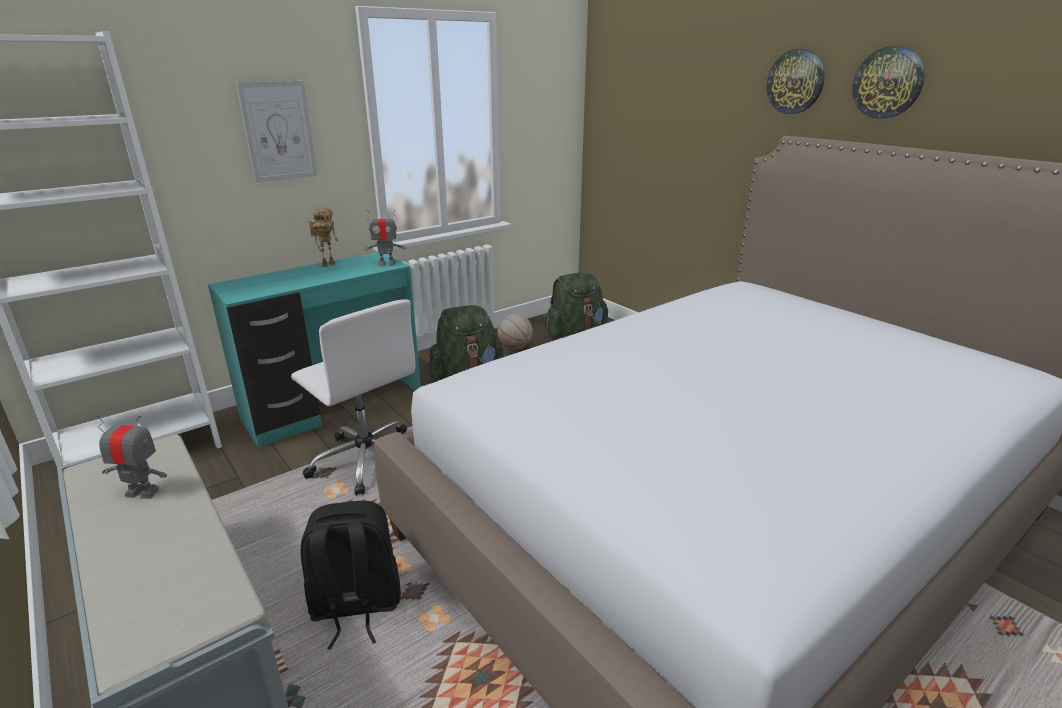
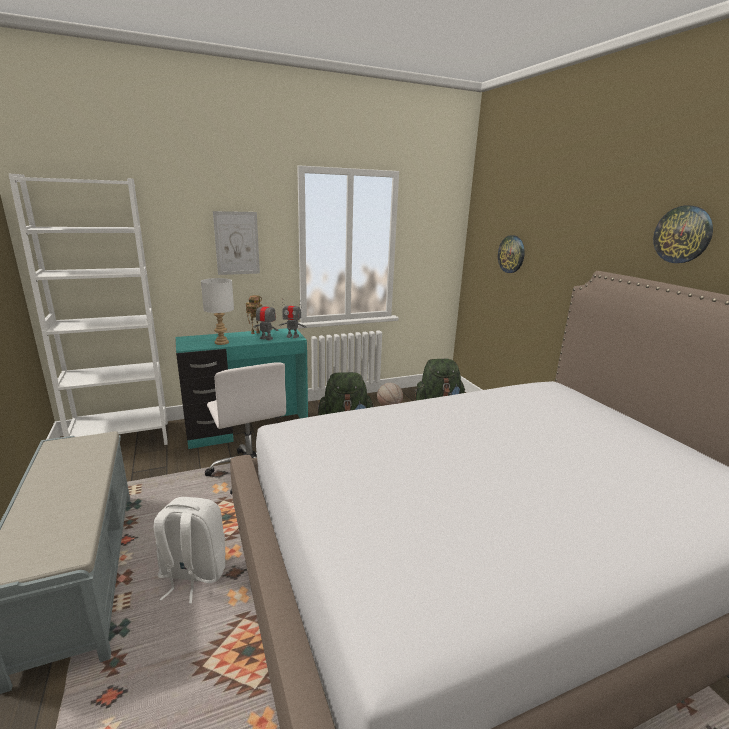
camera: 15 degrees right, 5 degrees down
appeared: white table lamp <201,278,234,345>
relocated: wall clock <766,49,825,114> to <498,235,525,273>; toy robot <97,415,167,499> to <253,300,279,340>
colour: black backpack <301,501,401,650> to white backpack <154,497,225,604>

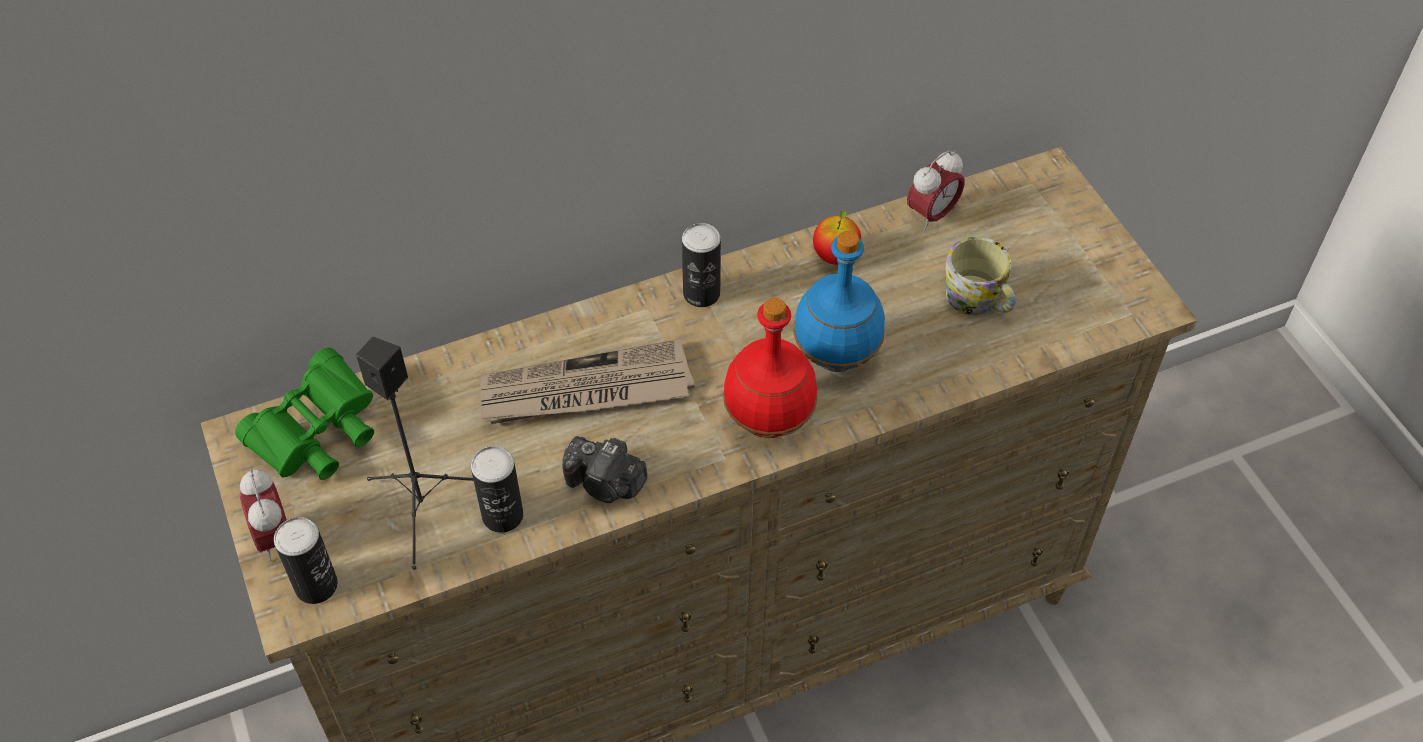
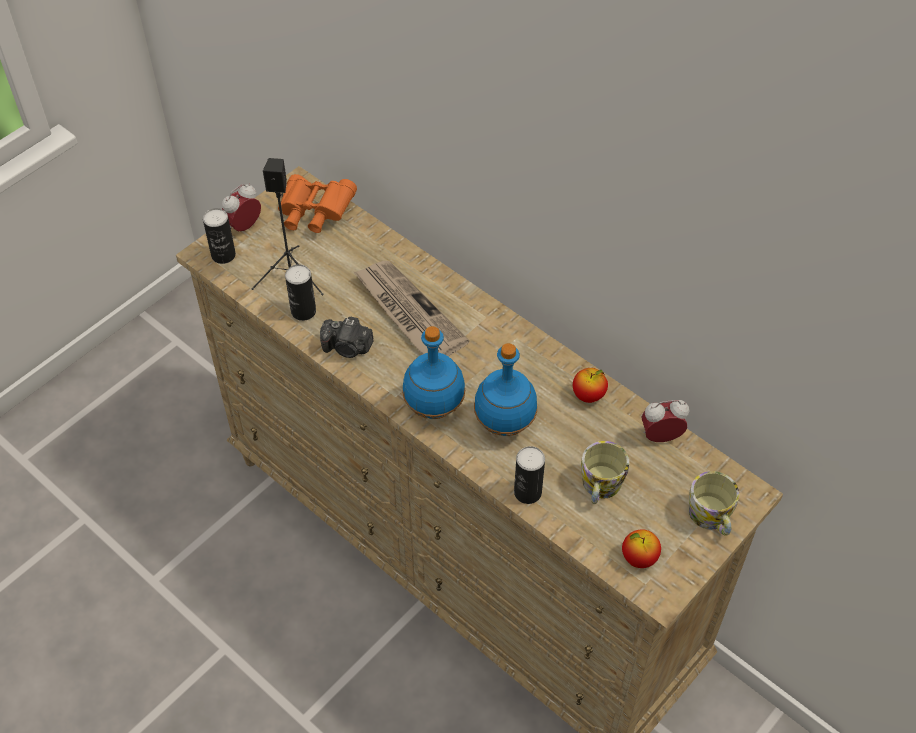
camera: 65 degrees right, 0 degrees up
appeared: mug <689,471,739,536>; apple <622,529,661,568>
relocated: can <682,223,721,307> to <514,446,545,504>
colour: red bottle <723,298,817,438> to blue bottle <402,326,465,419>; green binoculars <235,348,374,480> to orange binoculars <278,174,357,233>
spun: alarm clock <907,150,964,231> = <641,400,689,442> 150 degrees clockwise; photo camera <562,436,647,503> = <320,316,373,358> 75 degrees counterclockwise

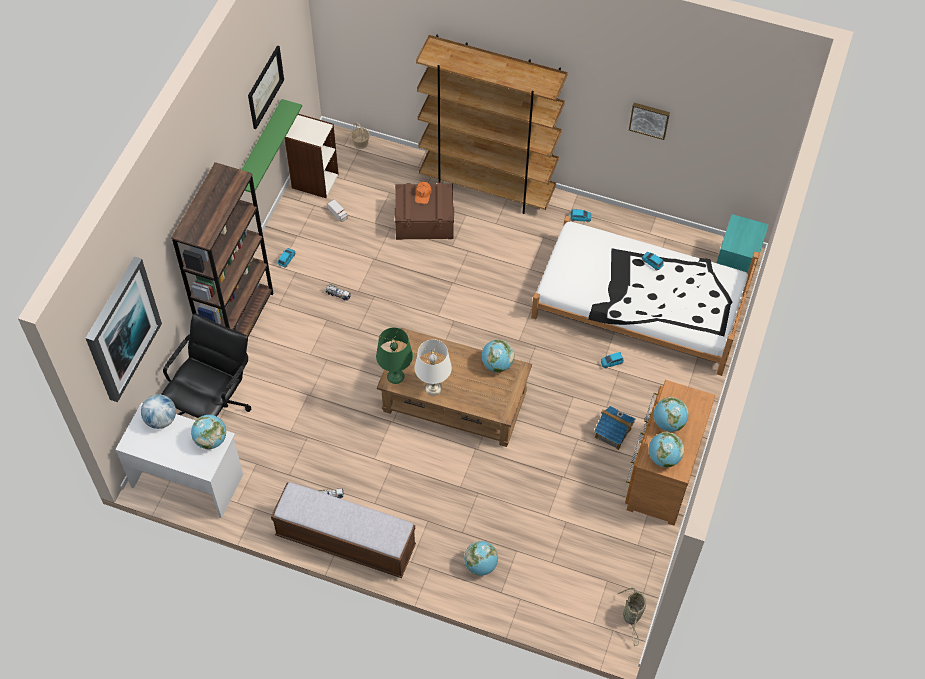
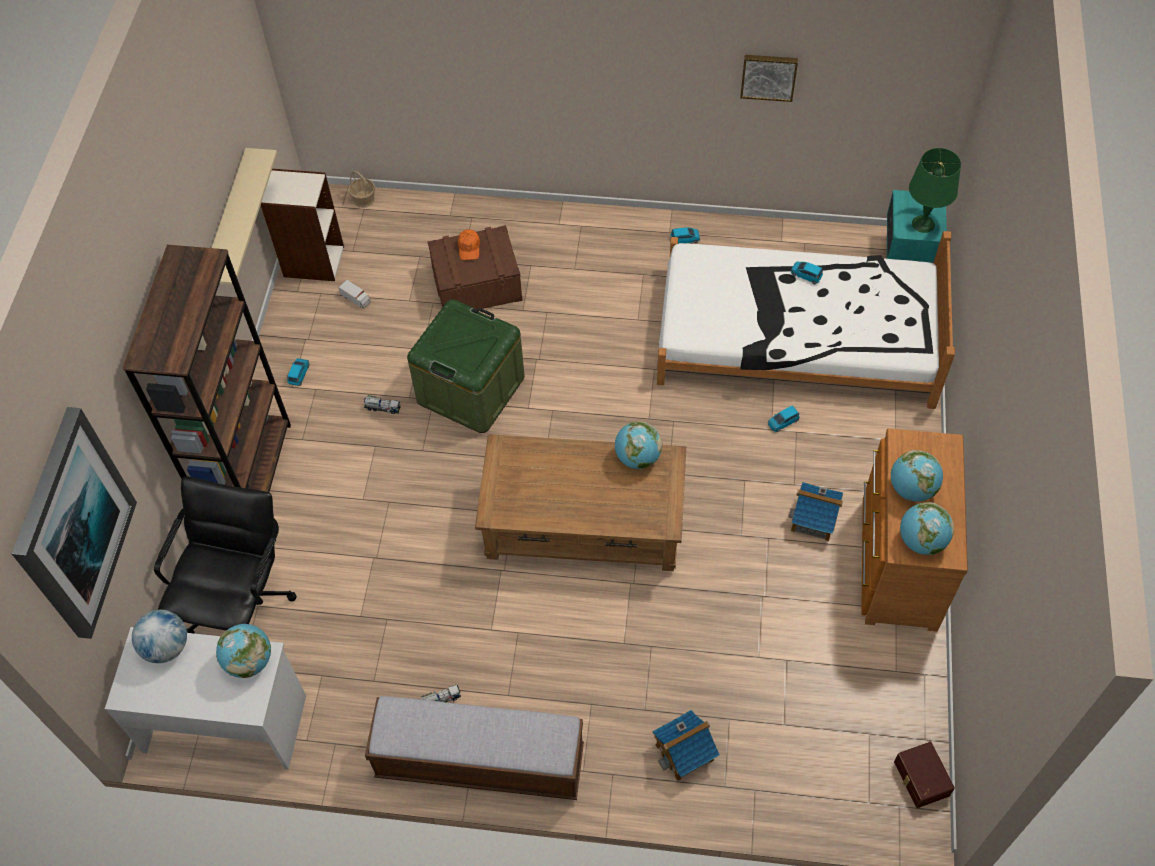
camera: 10 degrees left, 0 degrees up
missing: brown bookcase <416,34,568,214>; picture <248,46,284,129>; white table lamp <415,339,452,396>
appeared: green storage box <407,300,525,433>
relocated: green table lamp <376,328,413,384> to <909,148,961,233>
exchanged: globe <464,541,498,576> to toy house <652,710,720,781>; basket <618,587,646,646> to brown storage box <894,742,955,808>
colour: green shelf <242,99,302,192> to beige shelf <212,148,277,285>

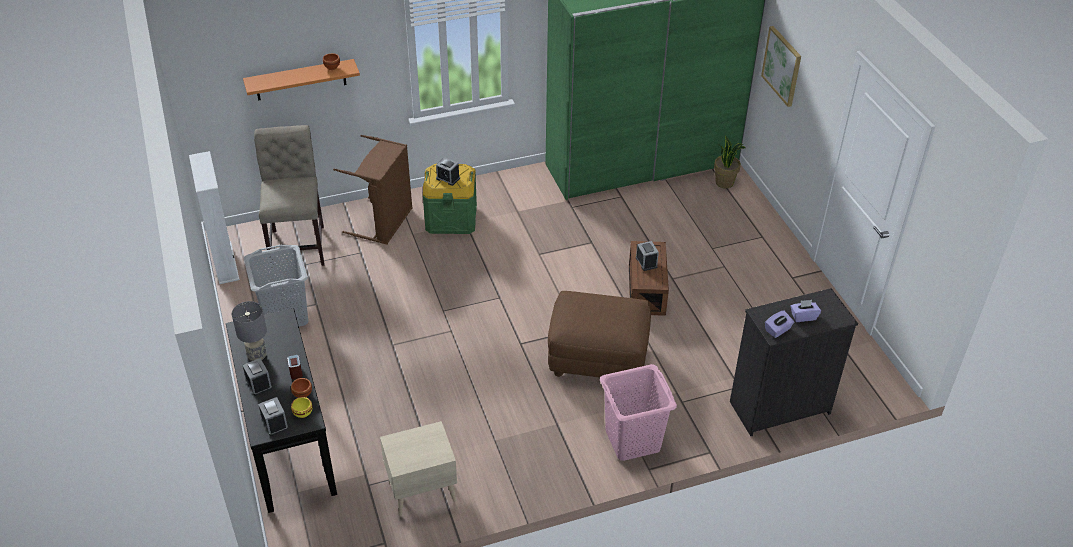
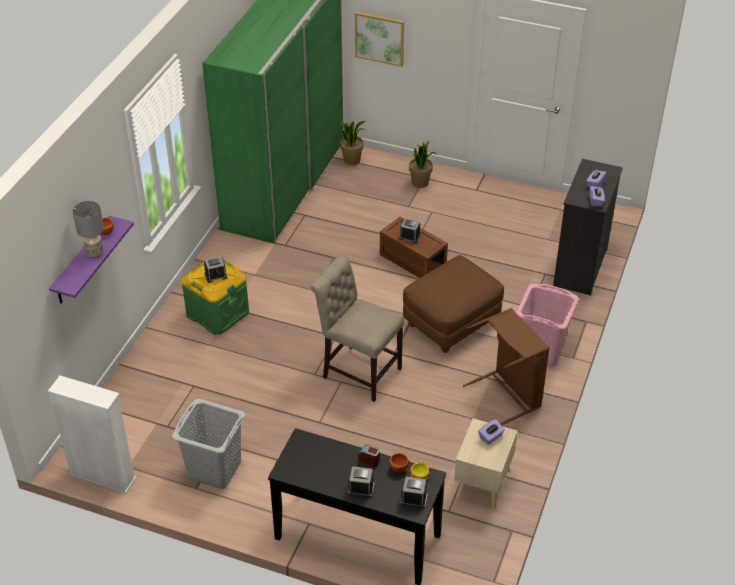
camera: 50 degrees left, 0 degrees up
appeared: potted plant <409,140,437,188>; purple tissue box <478,419,505,445>
relocated: beige chair <254,125,324,266> to <311,255,404,402>; brown laundry basket <333,135,412,245> to <463,308,550,425>; grey table lamp <232,301,267,361> to <72,201,104,258>
colour: orange shelf <243,59,360,101> to purple shelf <49,216,134,303>

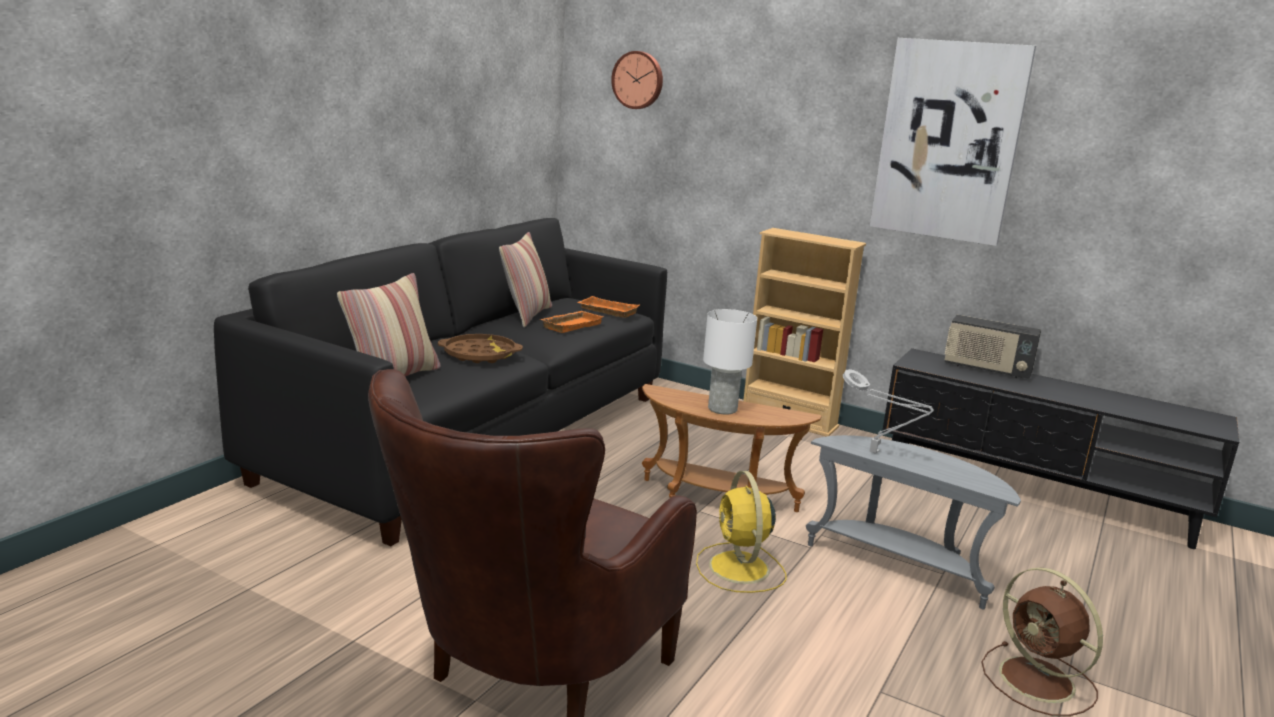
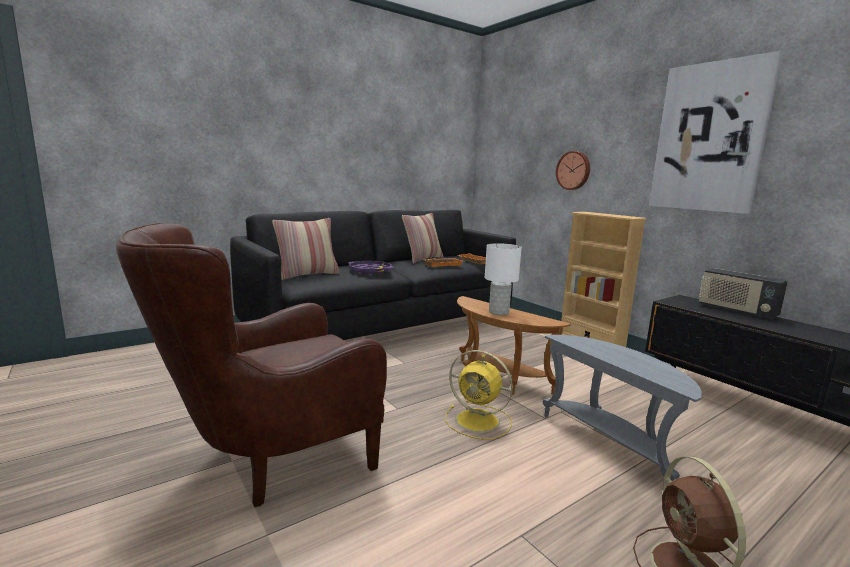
camera: 25 degrees right, 5 degrees down
missing: grey table lamp <843,369,934,454>
relocated: wall clock <611,51,663,109> to <556,151,590,190>
colour: brown tray <438,334,523,363> to purple tray <348,261,394,275>
spun: yellow fan <696,471,787,593> = <445,350,513,440> 75 degrees counterclockwise

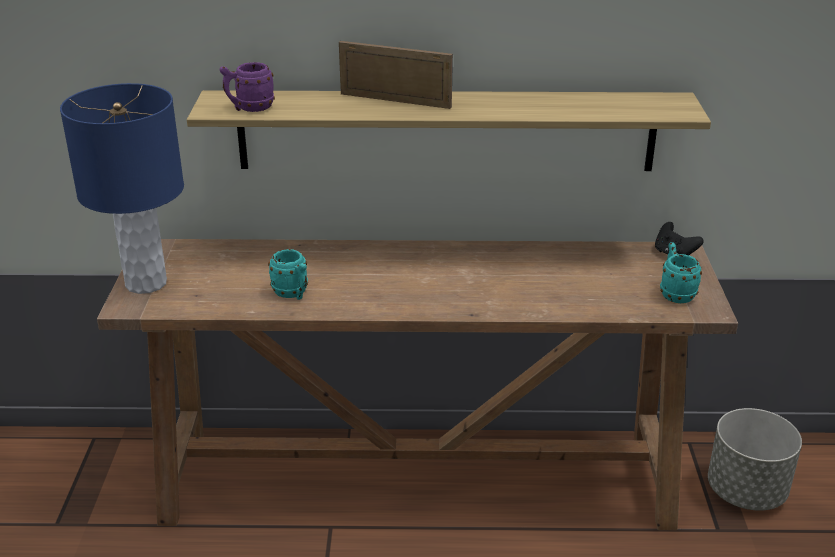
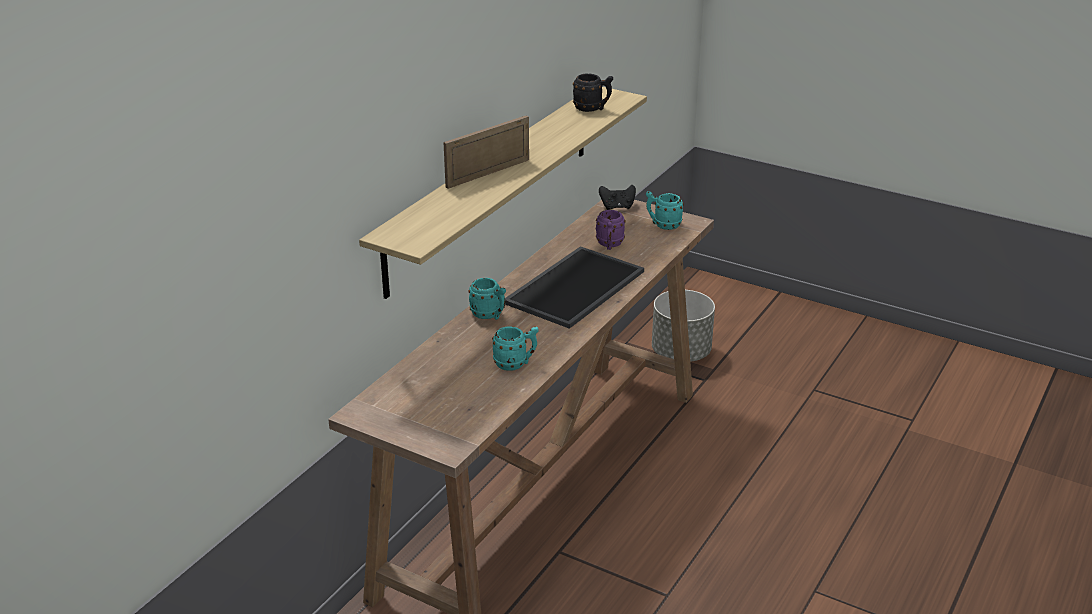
camera: 60 degrees left, 0 degrees up
missing: blue table lamp <60,83,184,294>
appeared: black mug <573,73,613,112>; tray <505,246,644,329>; turquoise mug <468,278,506,320>
relocated: purple mug <219,62,275,112> to <596,210,626,250>

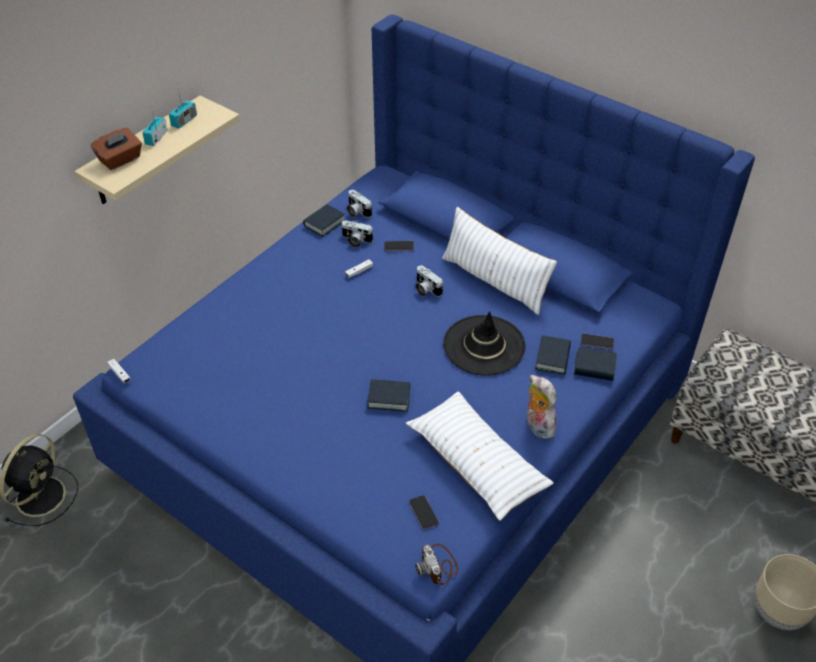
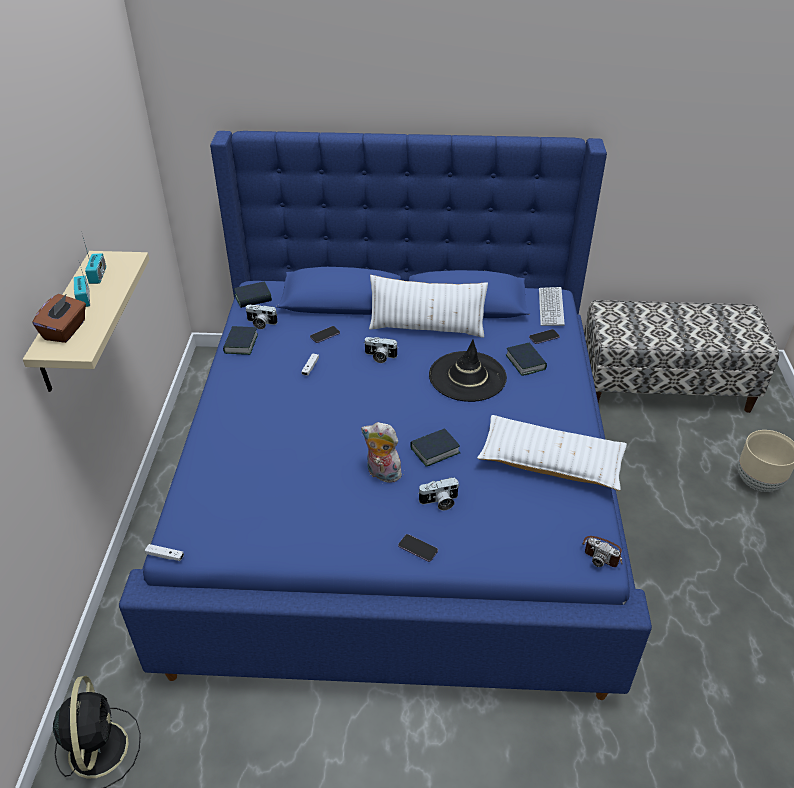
camera: 35 degrees left, 5 degrees down
appeared: keyboard <539,287,565,326>
relocated: photo camera <341,220,373,247> to <418,477,460,511>; book <574,347,617,381> to <234,281,272,308>; plush toy <527,375,557,439> to <361,422,402,483>; phone <409,495,439,530> to <398,534,438,562>

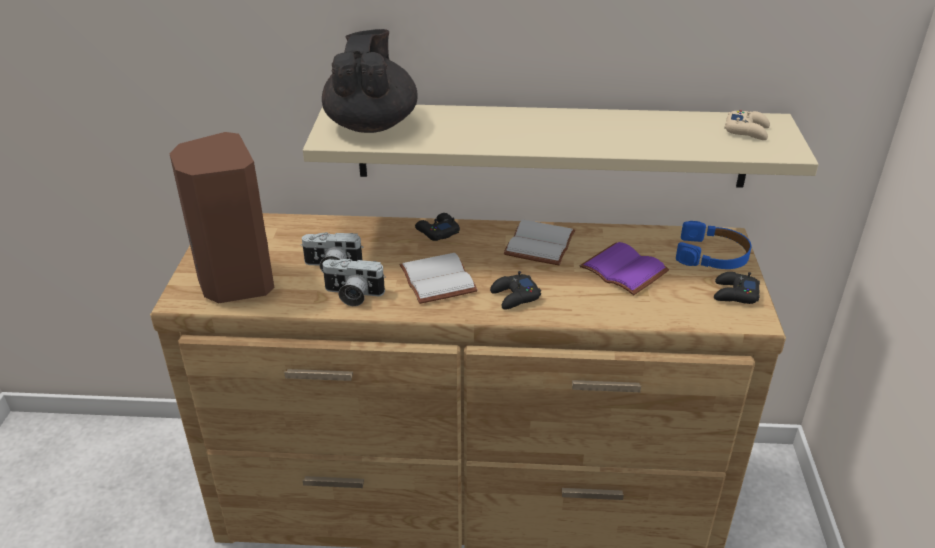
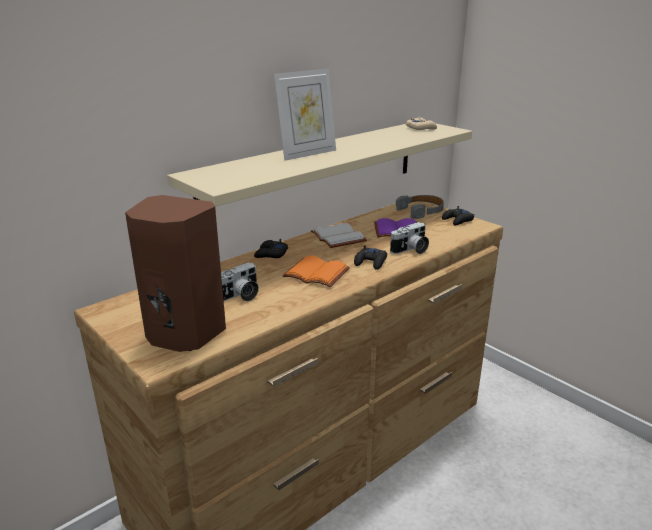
camera: 45 degrees left, 10 degrees down
missing: black teapot <322,29,418,133>
appeared: picture frame <274,68,336,161>
relocated: photo camera <321,259,386,306> to <390,222,429,254>
colour: blue headphones <676,221,752,269> to grey headphones <396,195,444,219>; white book <399,253,477,304> to orange book <282,256,350,287>

